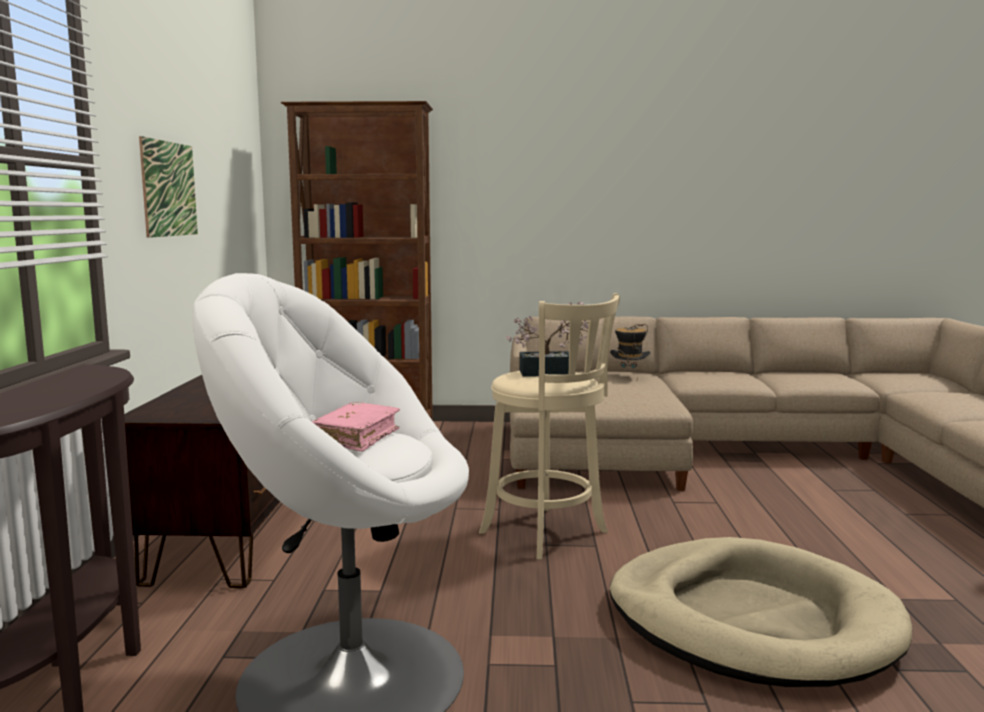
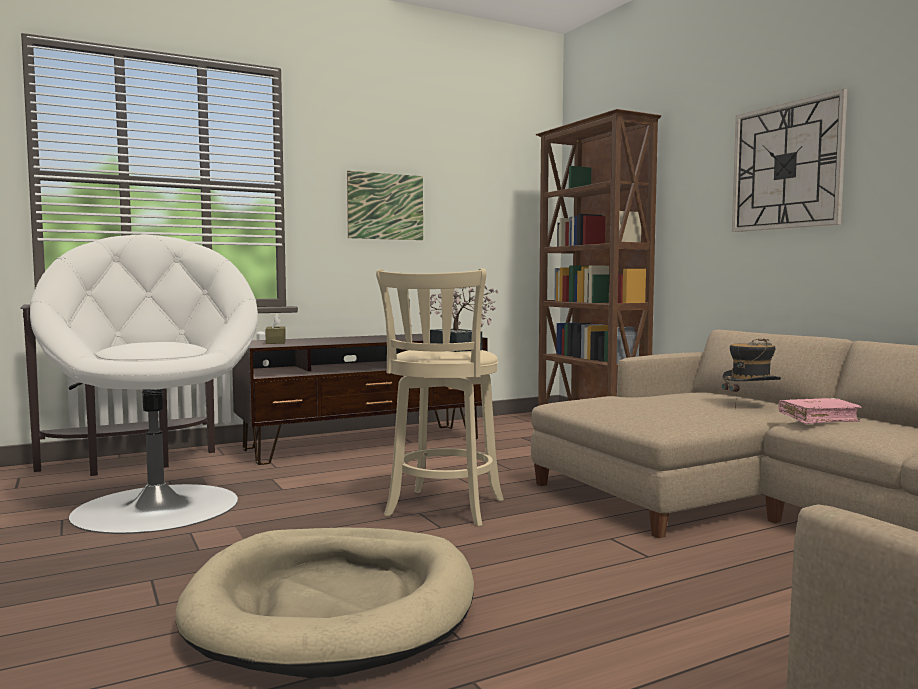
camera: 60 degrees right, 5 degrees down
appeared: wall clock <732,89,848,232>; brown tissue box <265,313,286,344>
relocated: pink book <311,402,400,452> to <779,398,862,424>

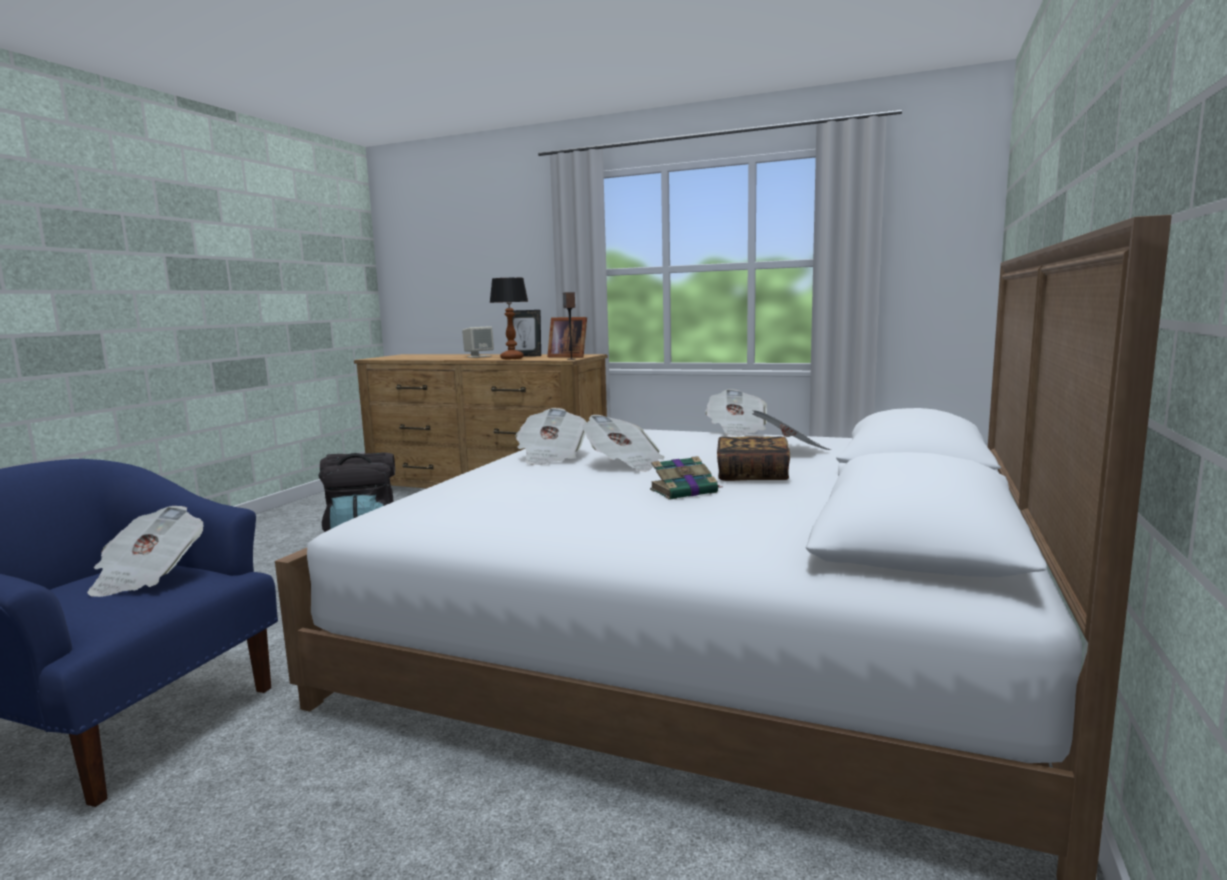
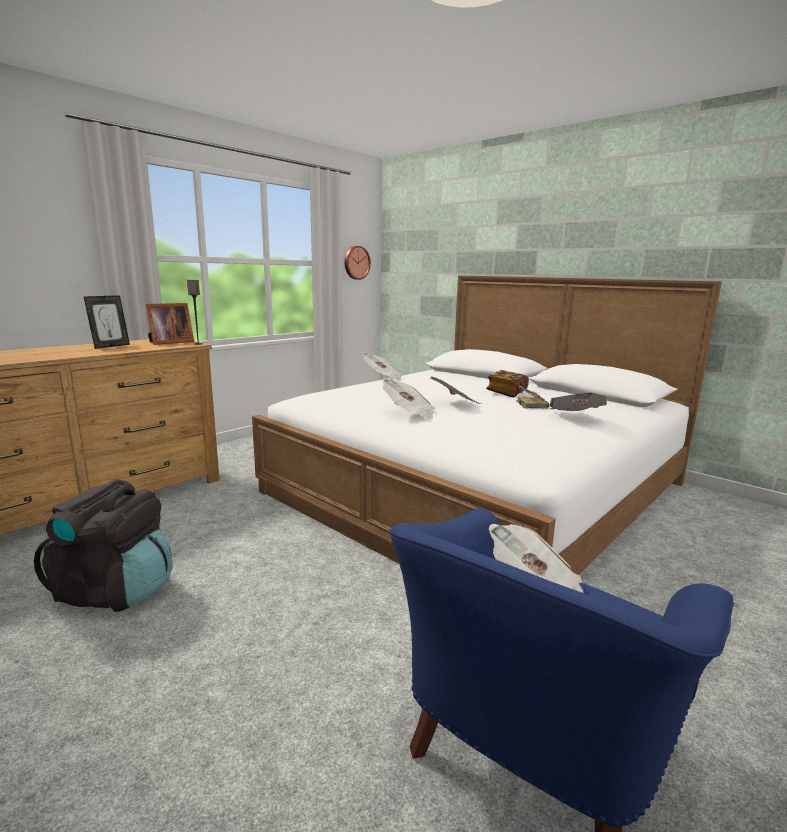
camera: 70 degrees left, 5 degrees up
missing: table lamp <490,278,528,359>; beige speaker <462,326,494,358>
appeared: wall clock <344,246,371,280>
relocated: newspaper <752,410,831,450> to <549,393,607,411>

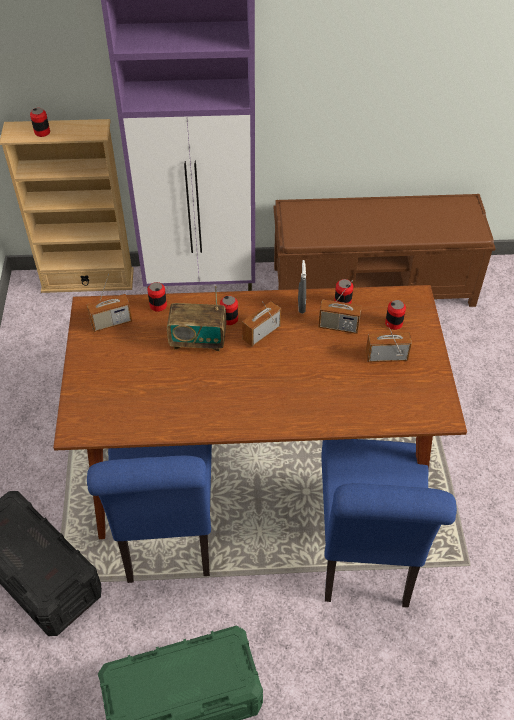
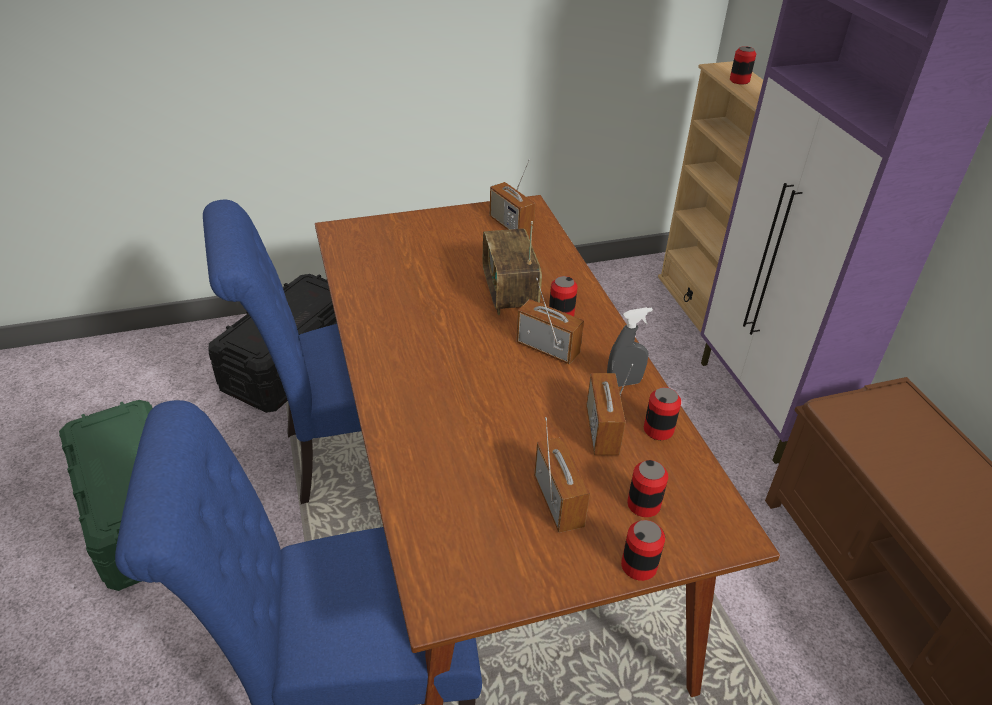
camera: 75 degrees right, 10 degrees down
relocated: can <147,282,167,312> to <621,520,665,581>

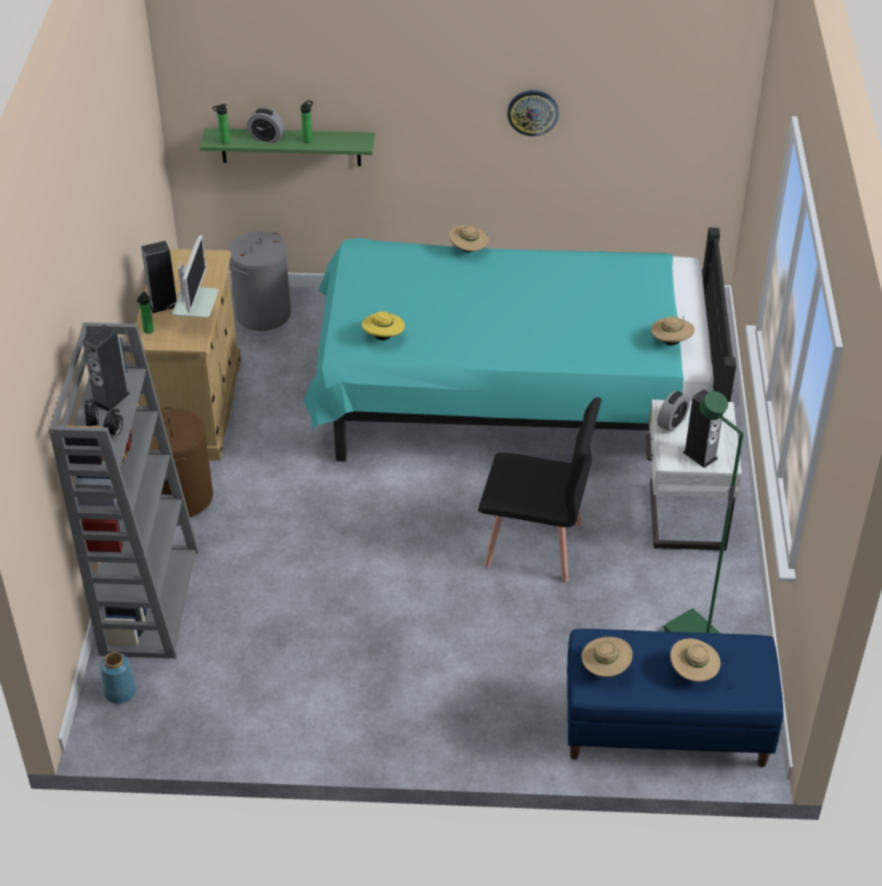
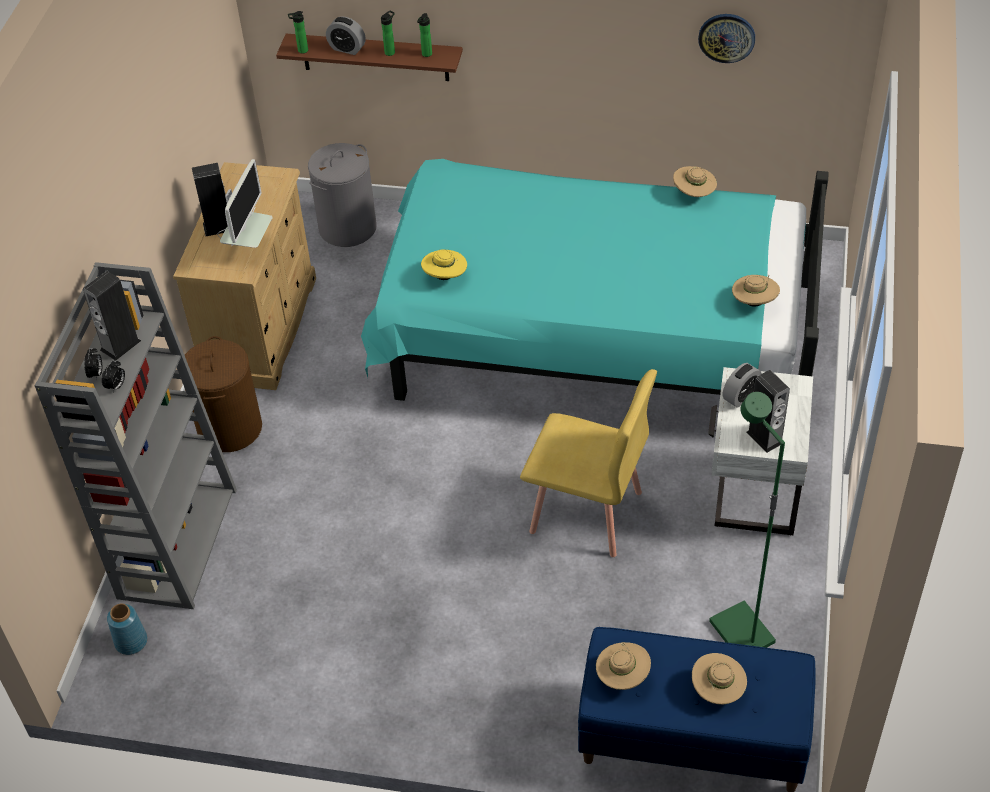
camera: 10 degrees right, 5 degrees up
relocated: wall clock <507,90,558,136> to <698,14,755,63>; beige hat <449,225,489,252> to <673,166,717,197>; bottle <137,292,154,334> to <417,13,432,57>
colour: green shelf <200,128,375,166> to brown shelf <276,34,463,81>; black chair <478,397,601,582> to yellow chair <520,369,657,557>

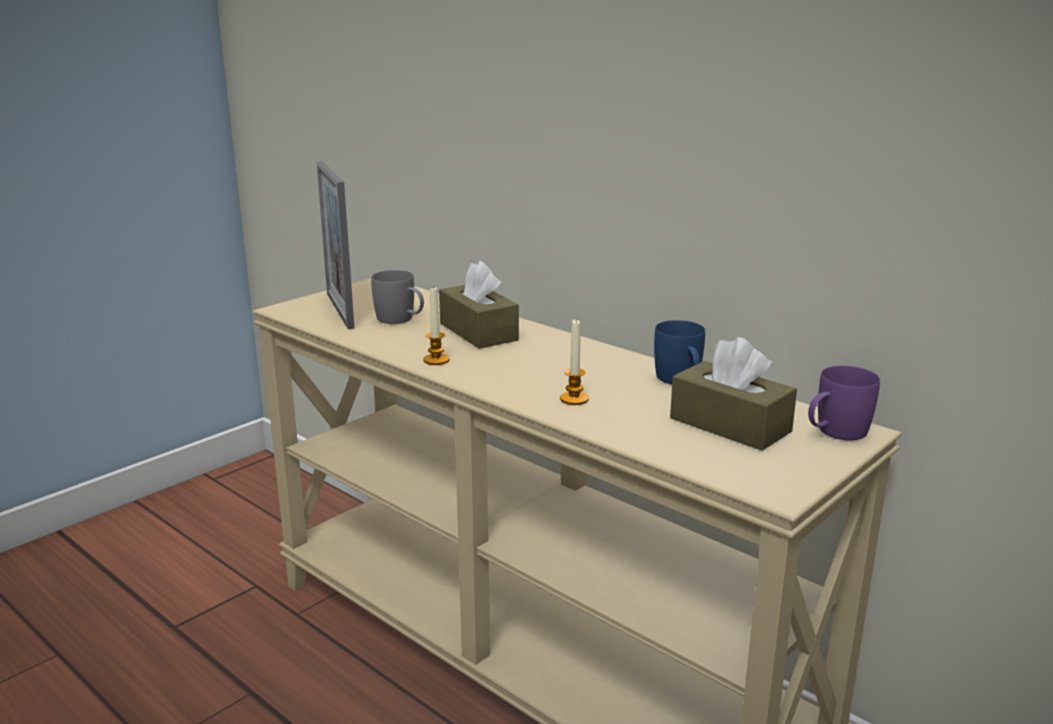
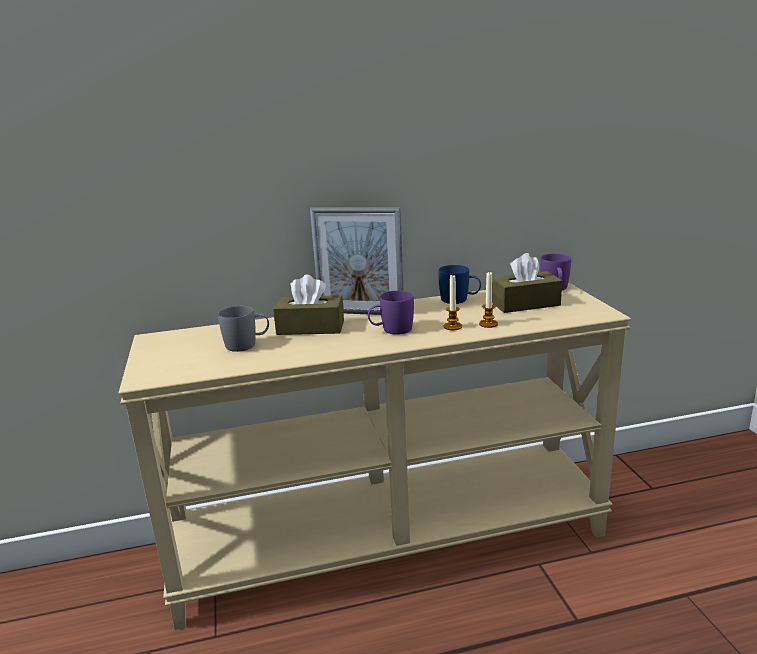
camera: 55 degrees left, 0 degrees up
appeared: purple mug <368,291,414,335>
relocated: picture frame <317,161,354,329> to <310,207,404,315>; candle <423,286,449,365> to <479,271,498,328>

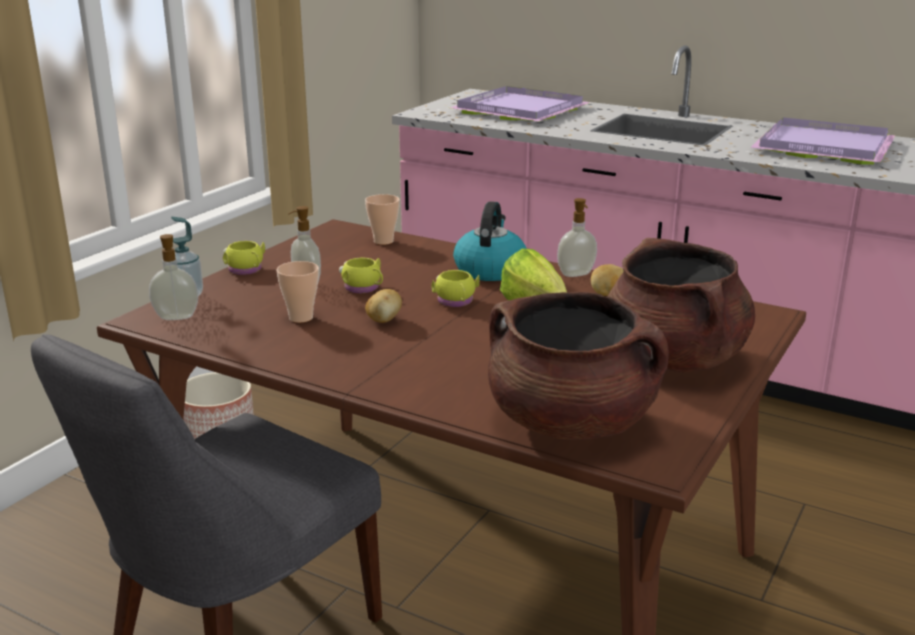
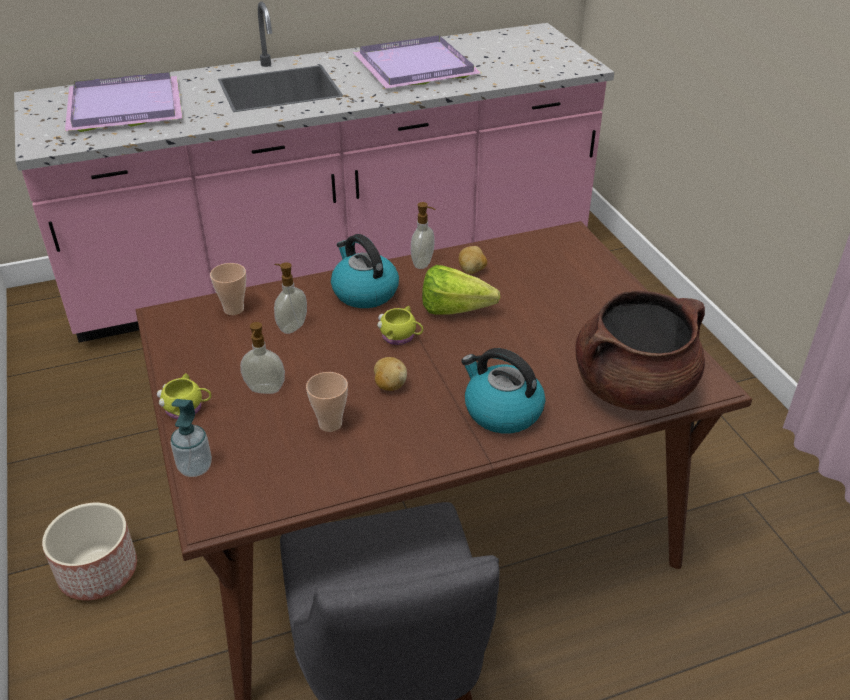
camera: 50 degrees left, 15 degrees up
missing: brown cooking pot <607,238,755,372>; yellow mug <339,258,383,293>
appeared: kettle <461,348,545,433>
relocated: soap dispenser <149,234,198,320> to <274,263,307,334>

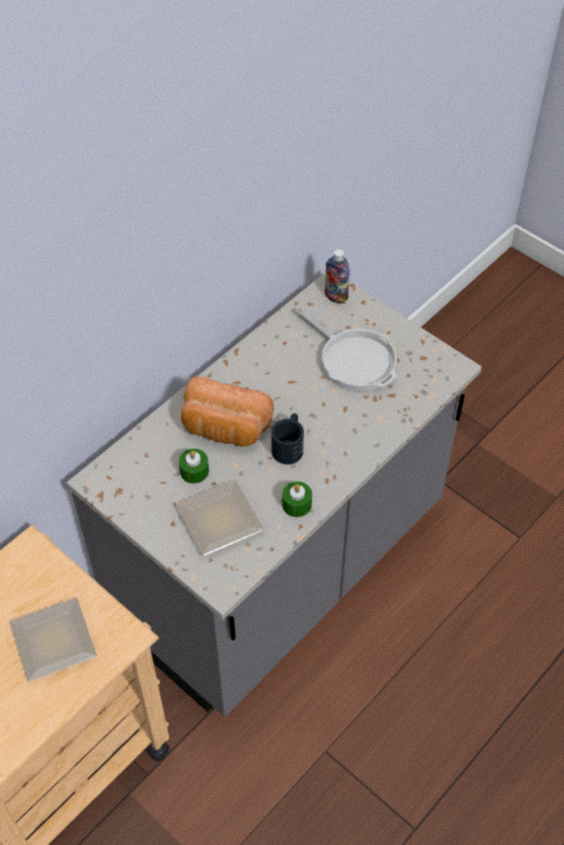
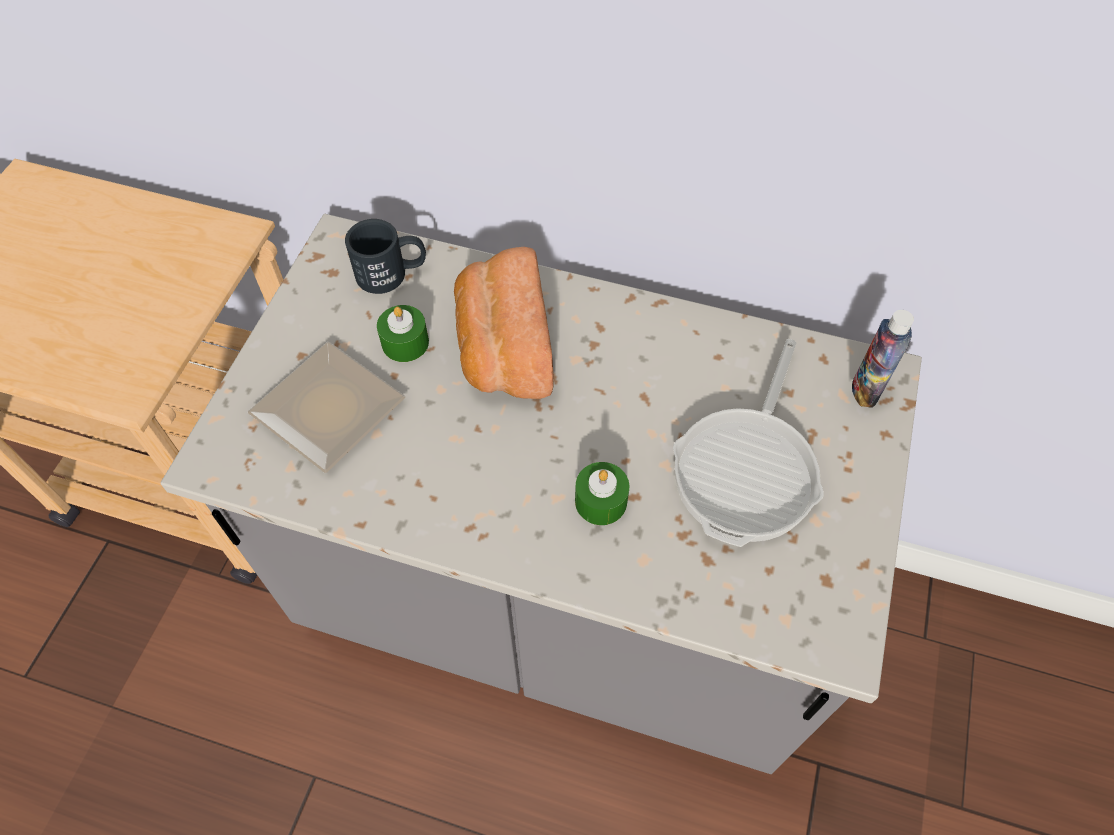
camera: 65 degrees right, 5 degrees up
missing: plate <10,598,97,682>
relocated: black mug <271,413,304,464> to <345,219,426,294>; green candle <282,481,312,517> to <575,462,629,525>

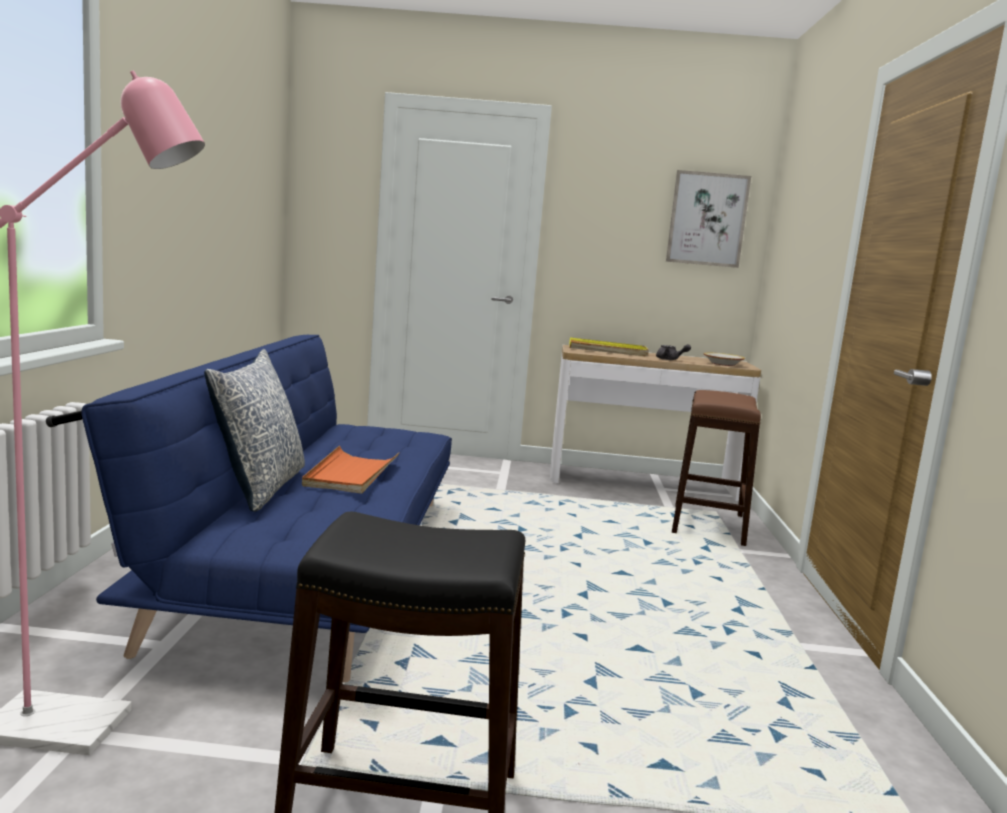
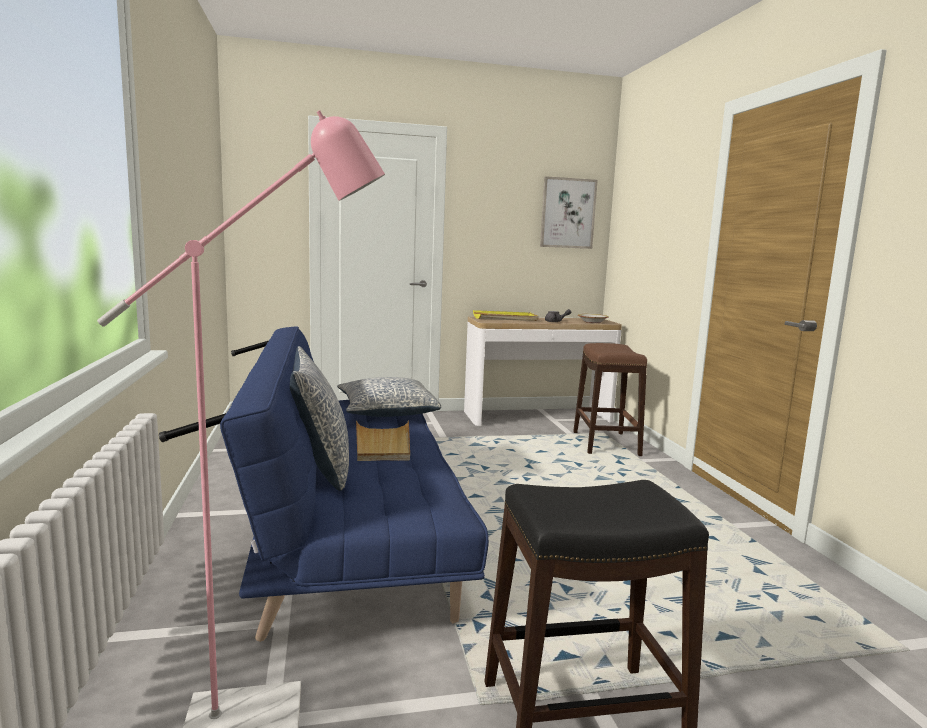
camera: 15 degrees left, 0 degrees up
appeared: pillow <337,377,441,417>
colour: orange tray <302,446,399,494> to beige tray <356,421,410,461>

